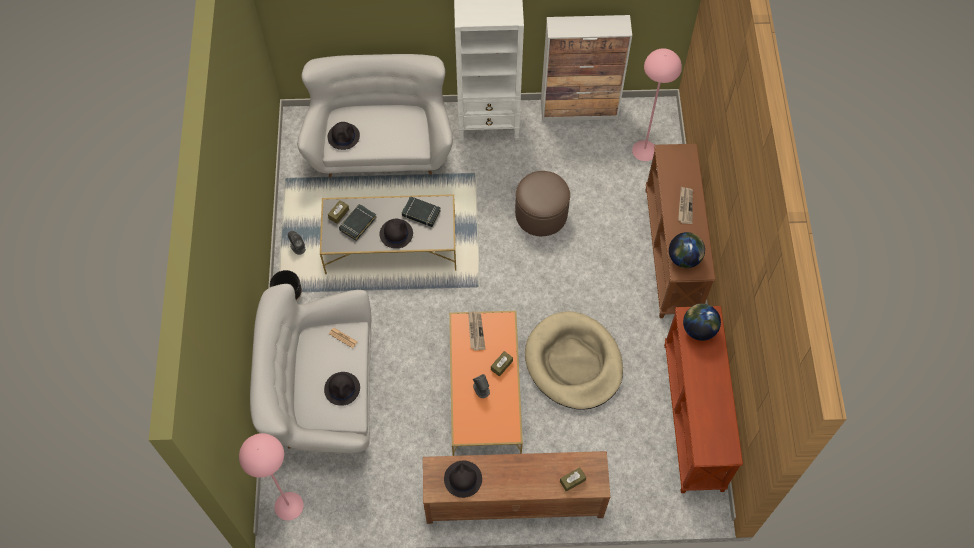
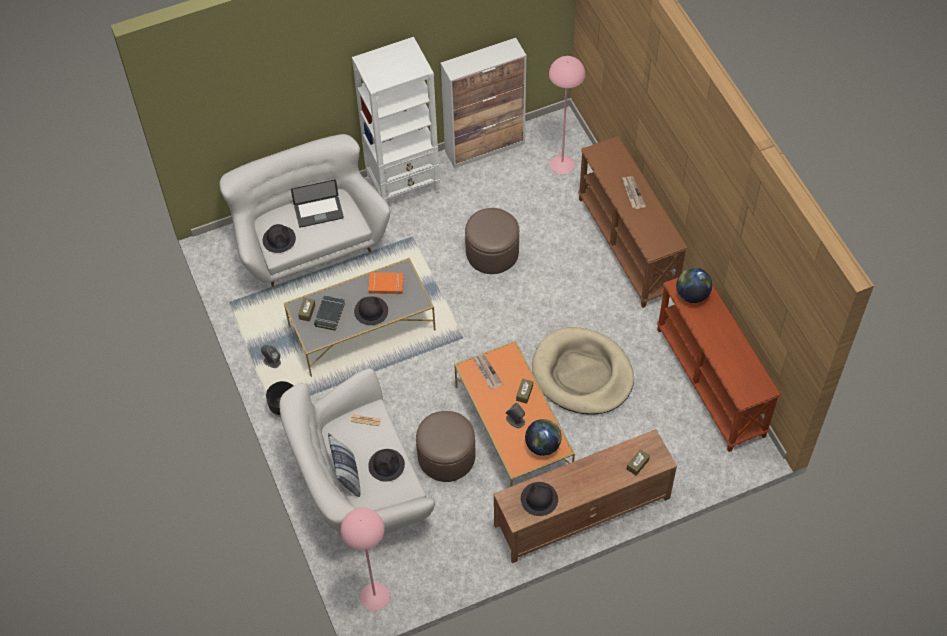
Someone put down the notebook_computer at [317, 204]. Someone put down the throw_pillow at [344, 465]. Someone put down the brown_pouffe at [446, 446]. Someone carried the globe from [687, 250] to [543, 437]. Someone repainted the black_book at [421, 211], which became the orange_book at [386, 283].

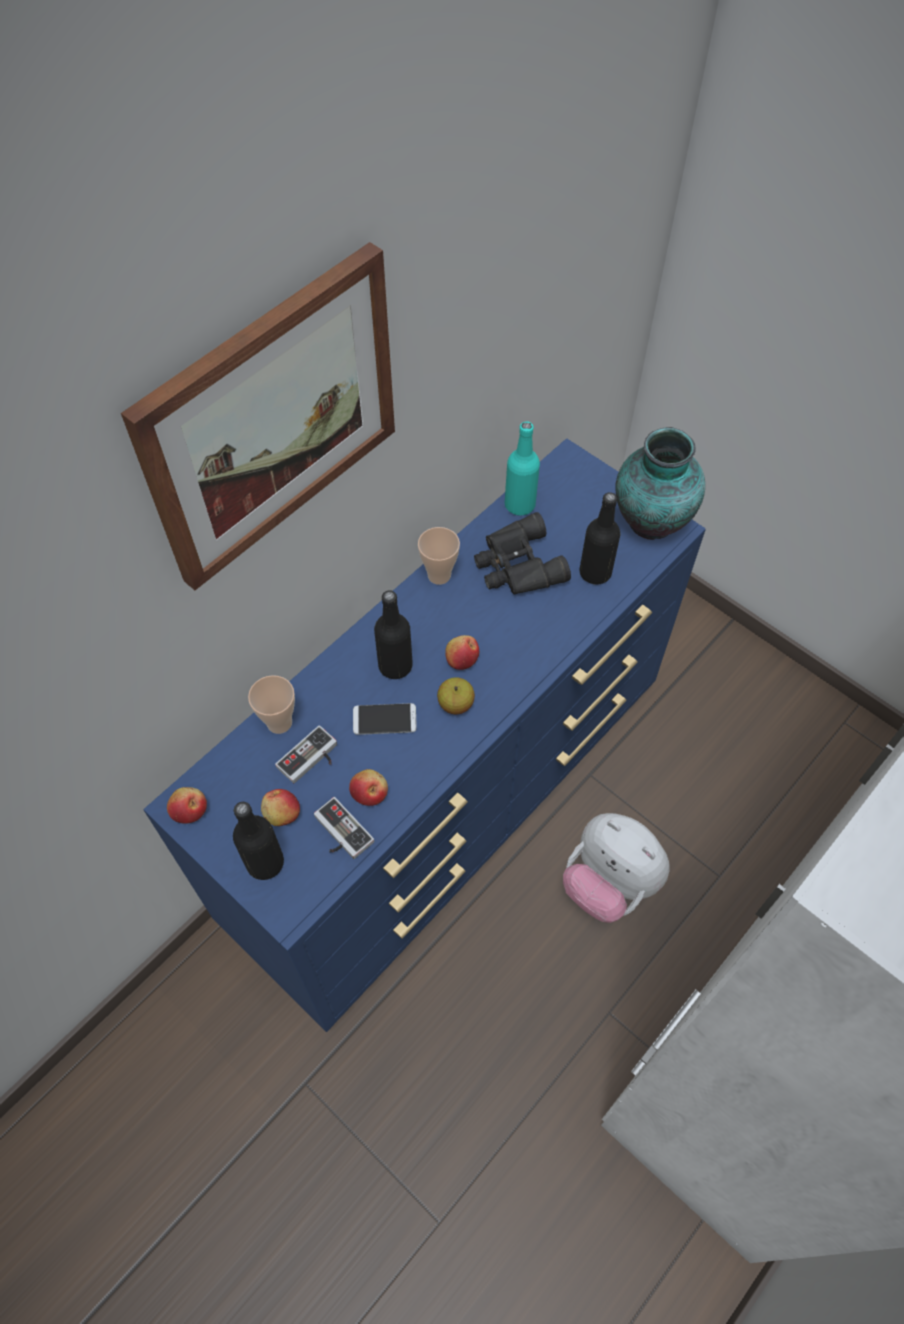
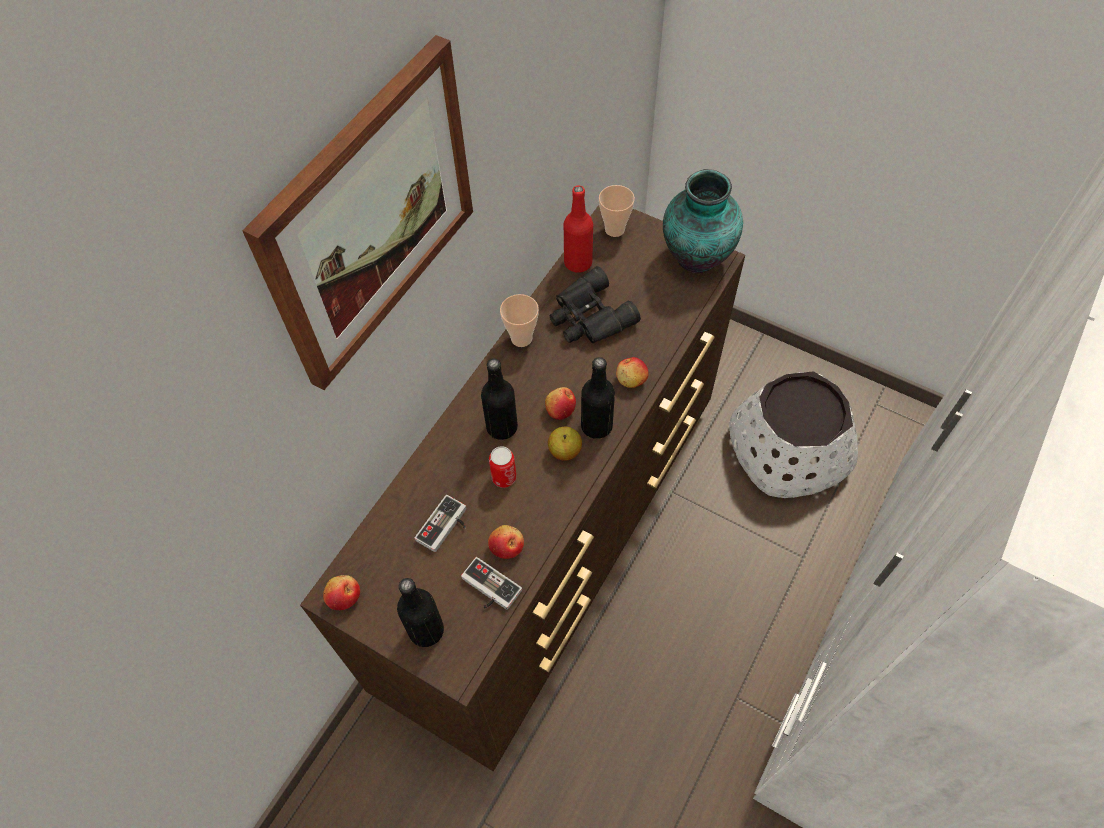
Someone took away the soft_toy at [616, 868]. Someone put down the whitish_planter at [793, 434]. Someone carried the drinking_cup from [271, 704] to [617, 211]. Someone carried the apple from [280, 807] to [632, 372]. Someone carried the black_beverage_bottle from [600, 538] to [598, 398]. Someone swapped the handset at [385, 719] for the can at [503, 467]. Someone repainted the blue-coloured_dresser at [424, 735], which became the brown_dresser at [522, 488]. Someone repainted the turquoise-coloured_beverage_bottle at [522, 468], which became the red_beverage_bottle at [578, 229].

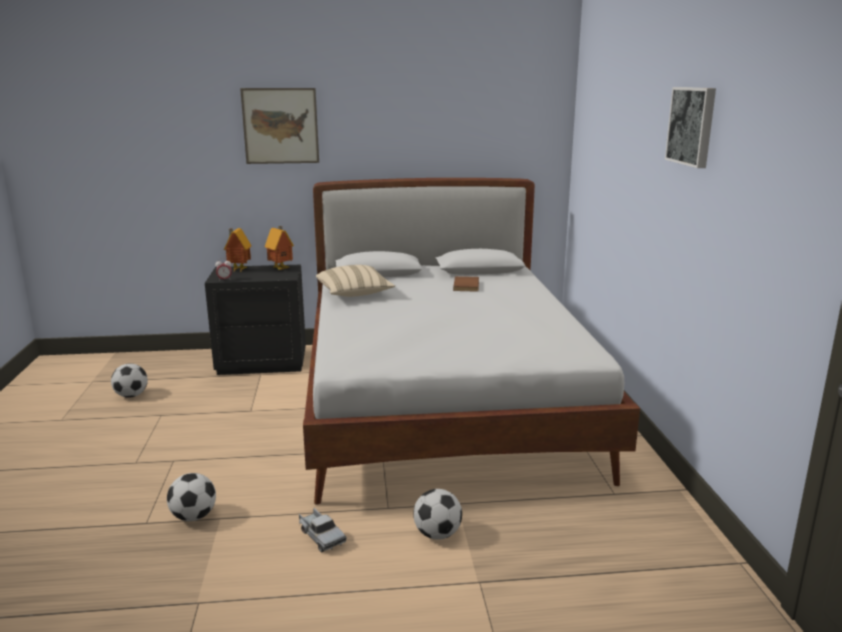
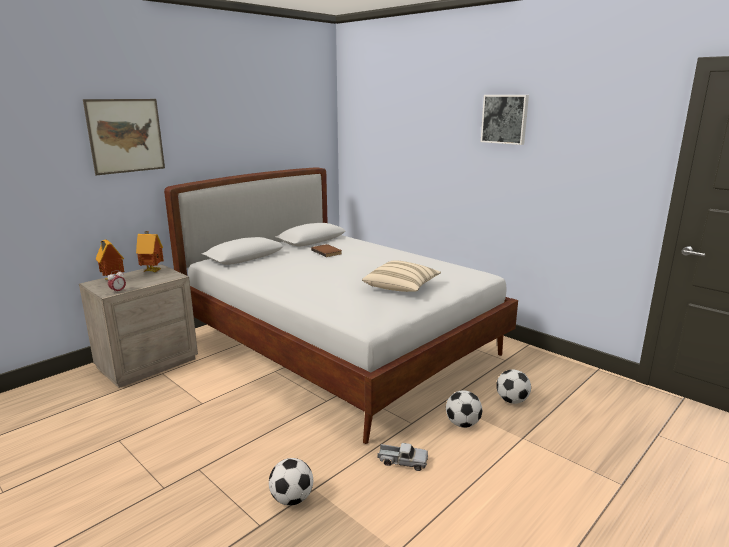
Someone carried the ball_for_football from [129, 380] to [513, 386]. Someone carried the sand-coloured_throw_pillow from [355, 281] to [401, 276]. Someone repainted the black_nightstand at [255, 320], which became the sand-coloured_nightstand at [138, 326].

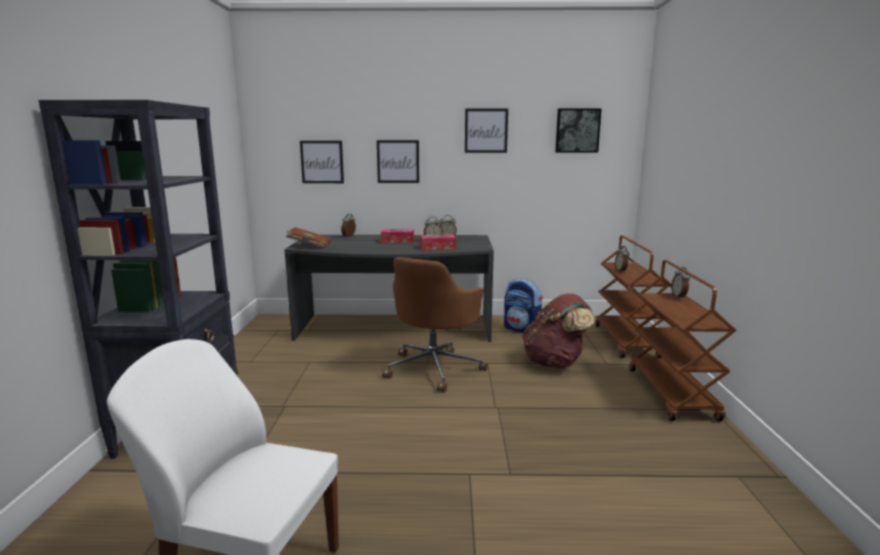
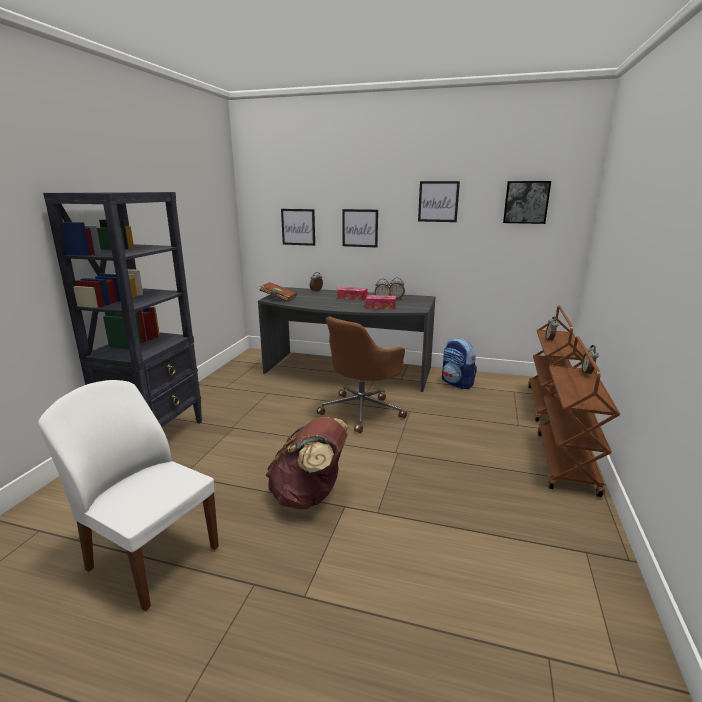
Someone carried the brown_knapsack from [558, 331] to [307, 463].

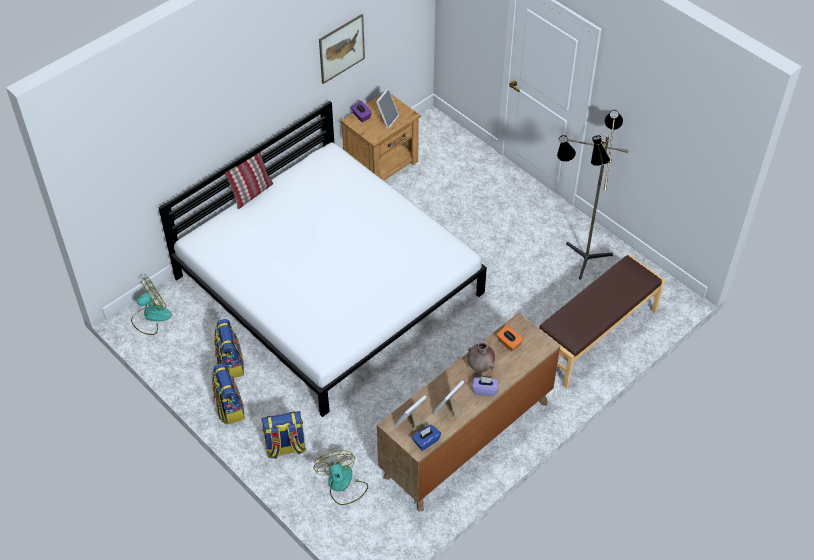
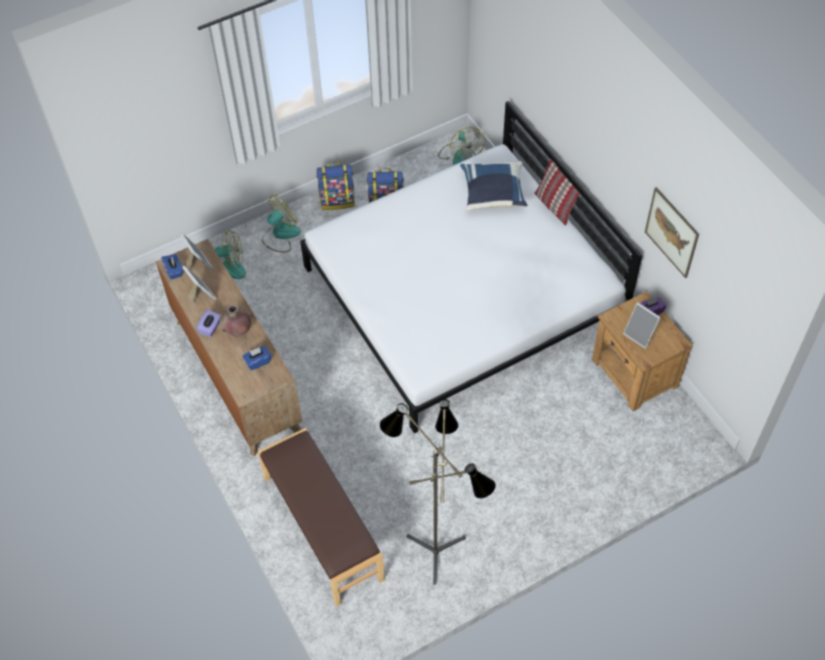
Someone put down the blue-coloured_throw_pillow at [493, 186]. Someone swapped the knapsack at [283, 435] for the cooling_fan at [281, 223]. Someone repainted the orange_box_of_tissues at [510, 338], which became the blue-coloured_box_of_tissues at [257, 358].

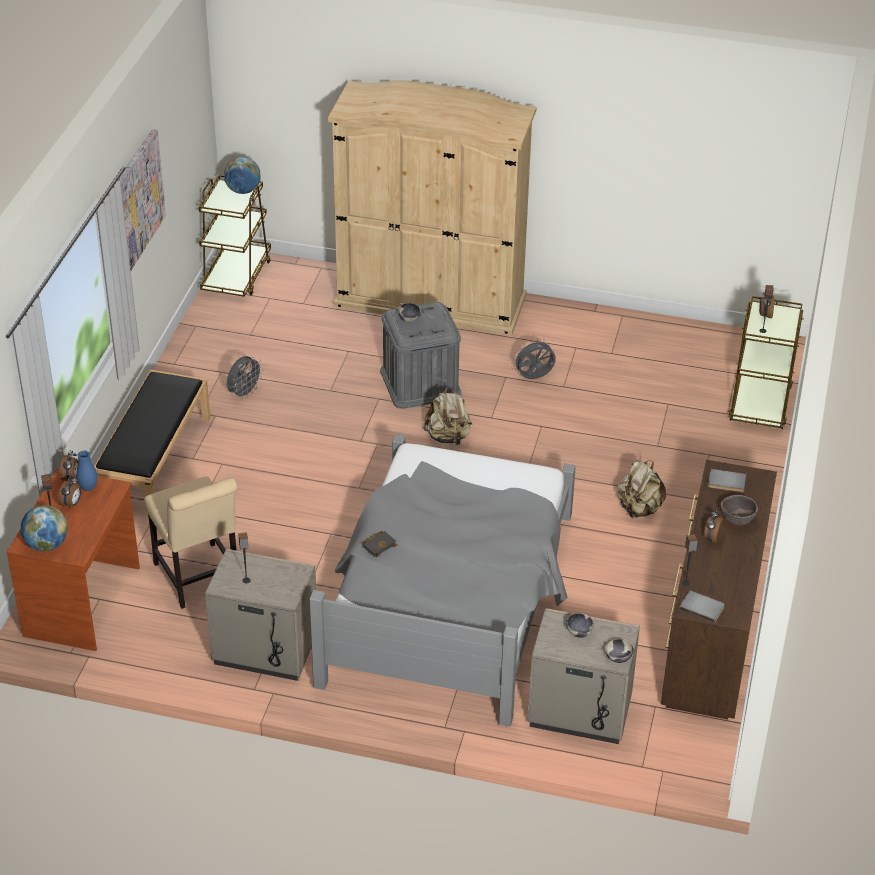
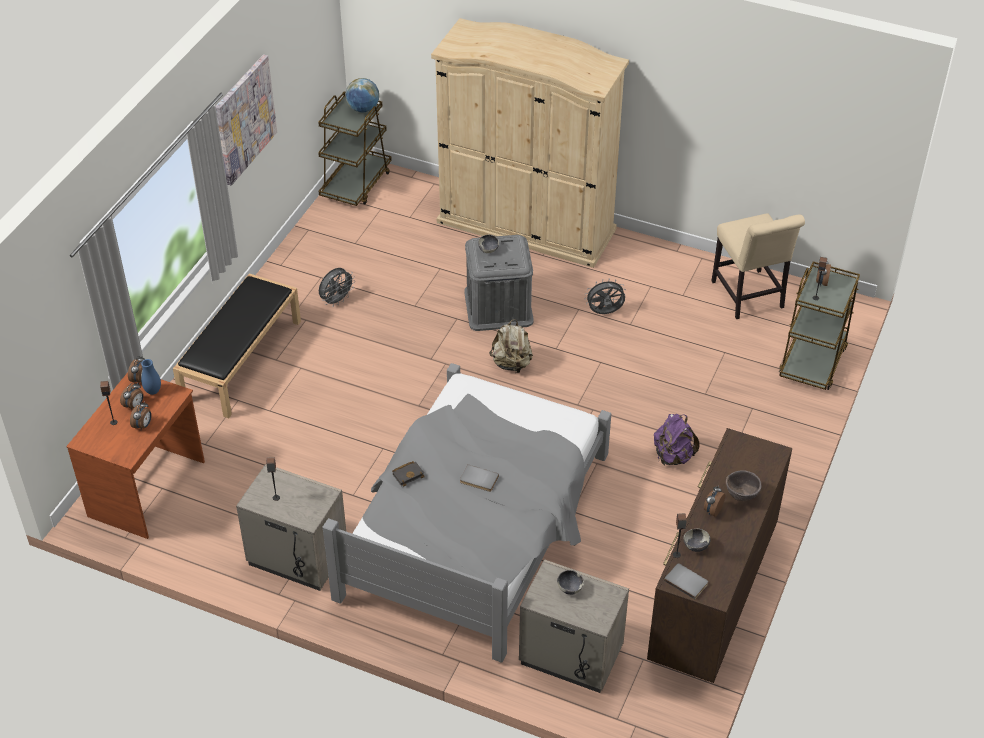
Someone took away the globe at [44, 528]. Someone put down the table_clock at [140, 416]. Someone carried the sand-coloured_chair from [190, 542] to [758, 266]. Someone carried the serving_bowl from [619, 651] to [697, 540]. Someone carried the gray_book from [727, 480] to [479, 478]. Someone repainted the sand-coloured_knapsack at [641, 489], which became the purple-coloured_knapsack at [676, 439].

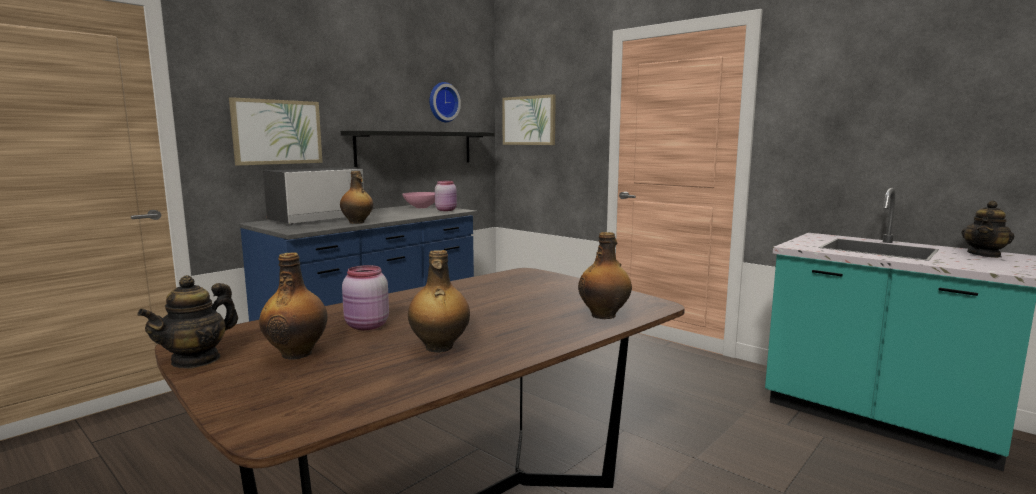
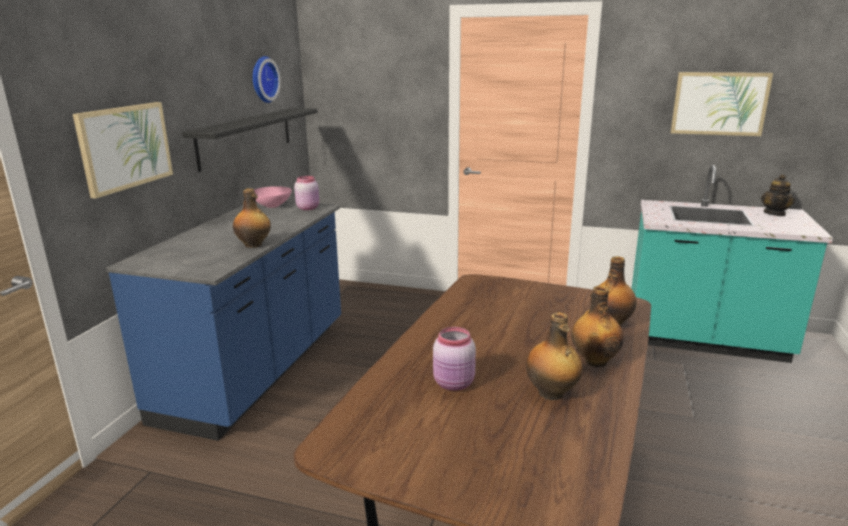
Someone took away the pot_for_tea at [187, 322]. Someone took away the kitchen_microwave at [313, 195]. Someone carried the beverage_bottle from [293, 306] to [597, 326]. Someone carried the wall_art from [529, 119] to [721, 104].

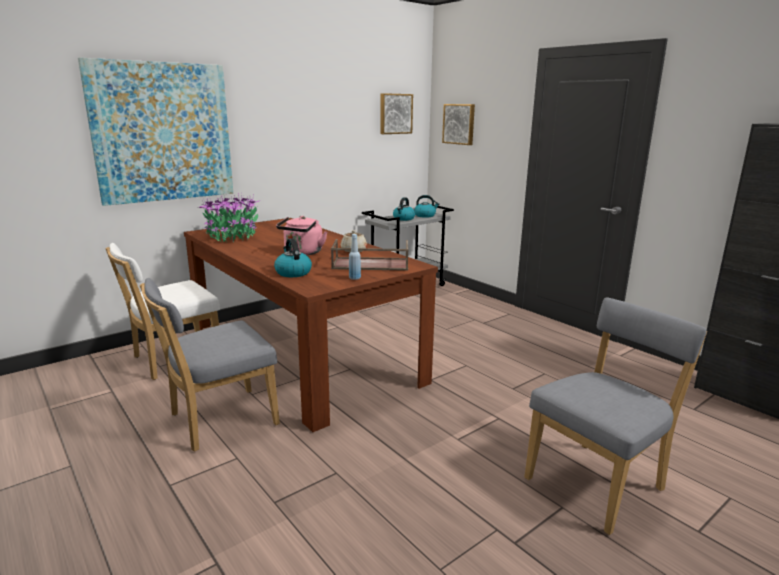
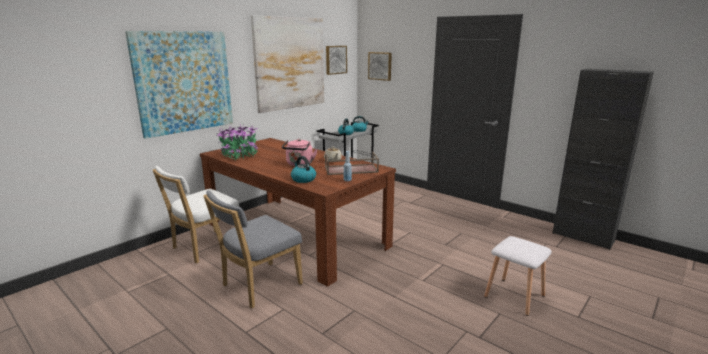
Someone put up the wall_art at [287, 64]. Someone swapped the gray_chair at [615, 416] for the whitish_sitting_stool at [518, 276].

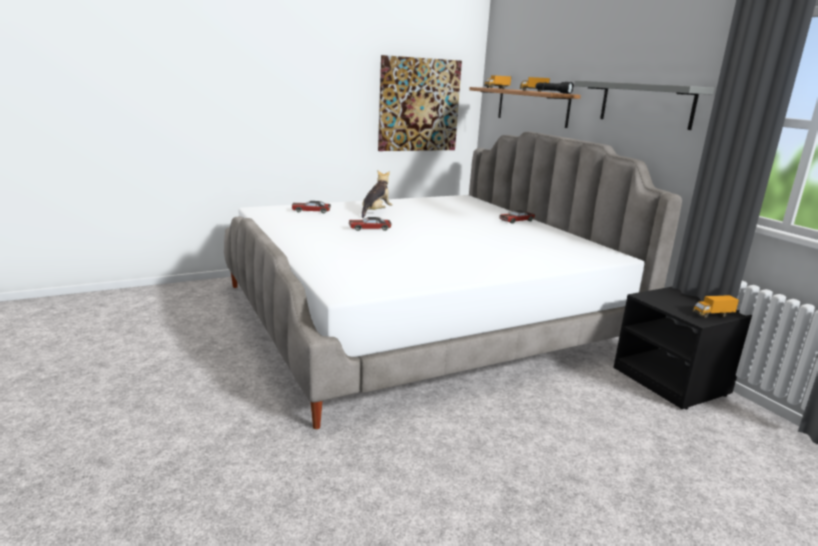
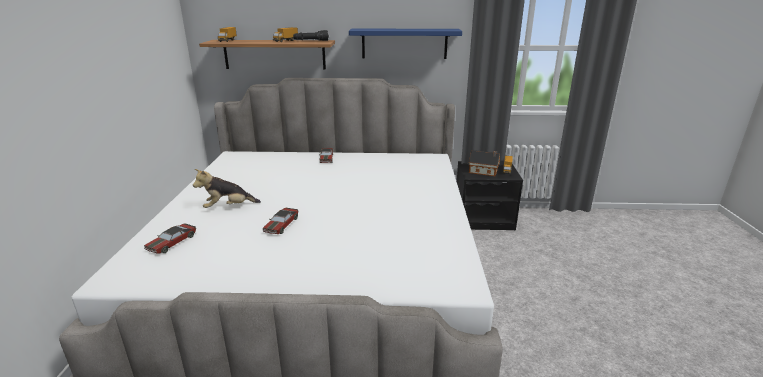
Someone took away the wall_art at [420, 103]. Someone put down the toy_house at [484, 163]. Someone repainted the gray_shelf at [644, 105], which became the blue-coloured_shelf at [405, 44]. Someone rotated the soft_toy at [377, 194] by 75 degrees counterclockwise.

